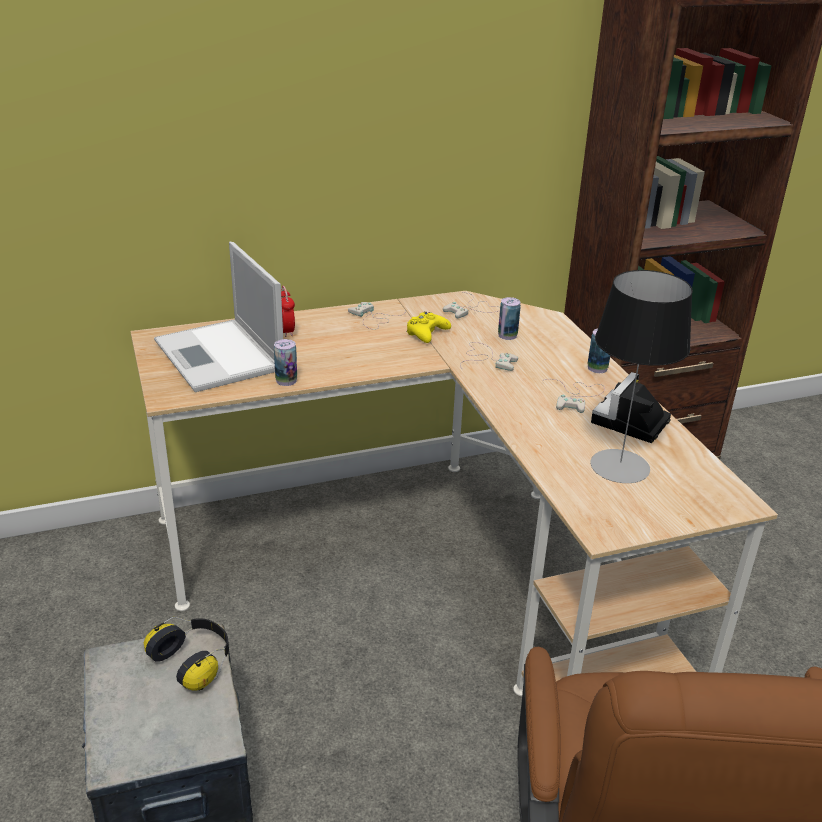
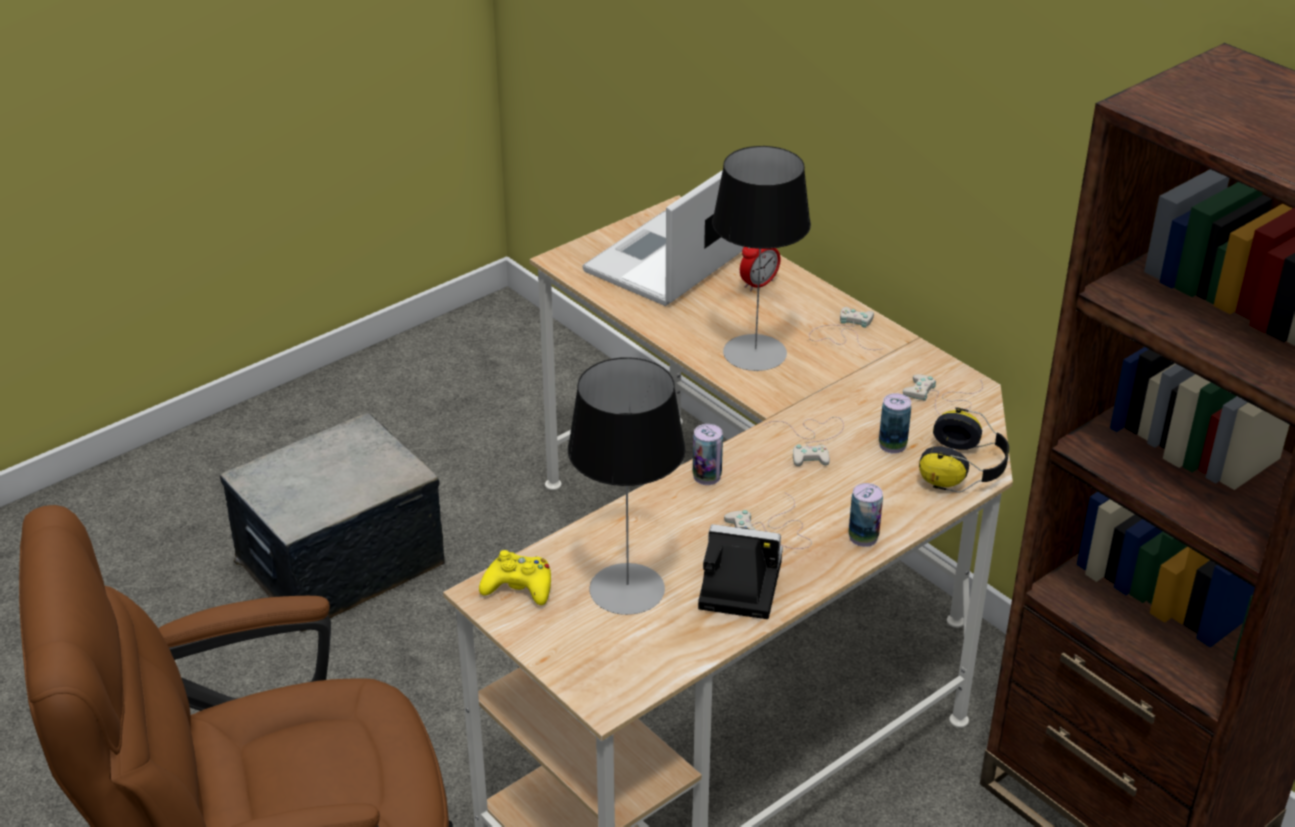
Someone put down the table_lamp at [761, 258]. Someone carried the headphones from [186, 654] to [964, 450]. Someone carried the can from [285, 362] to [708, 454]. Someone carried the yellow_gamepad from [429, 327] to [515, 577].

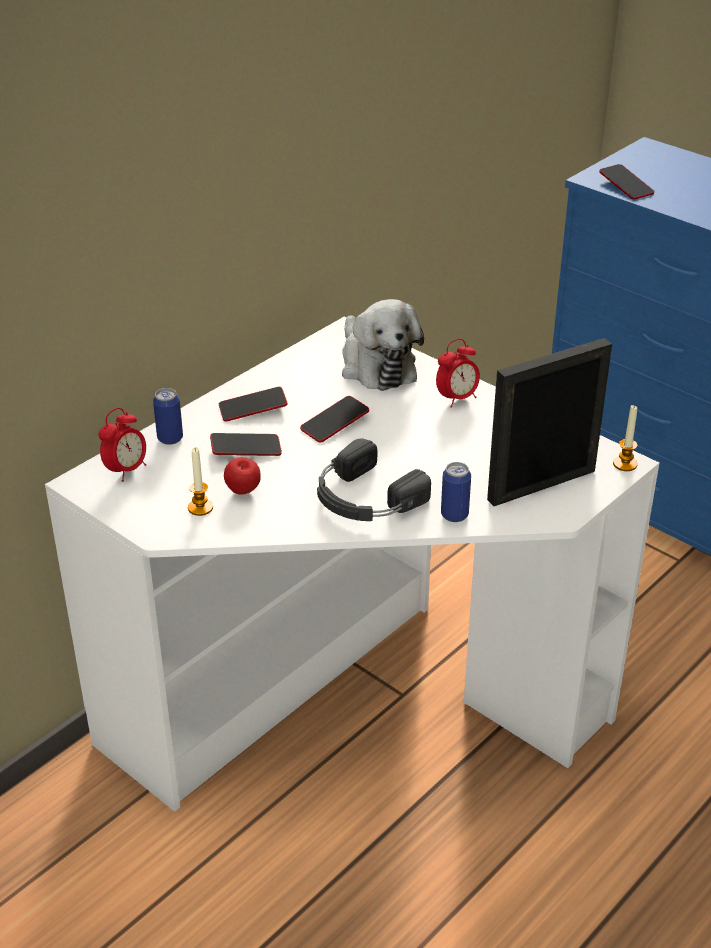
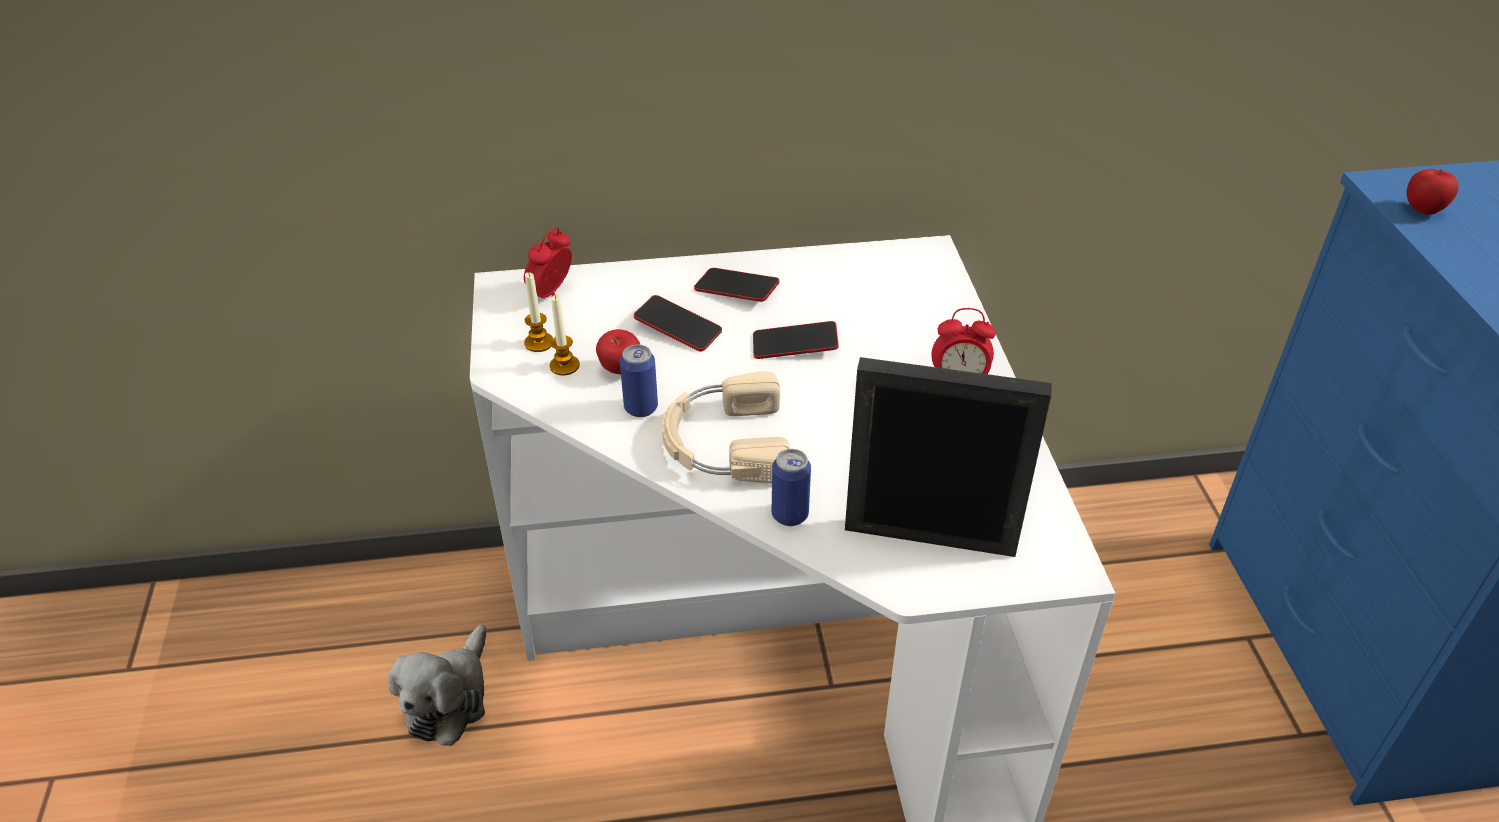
Someone carried the can from [168, 416] to [639, 380]. Someone carried the soft_toy from [383, 345] to [437, 685]. Someone carried the candle from [625, 438] to [538, 312]. Someone swapped the handset at [626, 181] for the apple at [1433, 192]. Someone repainted the black_headphones at [374, 479], which became the sand-coloured_headphones at [726, 427]. Someone rotated the table_clock at [122, 445] by 135 degrees clockwise.

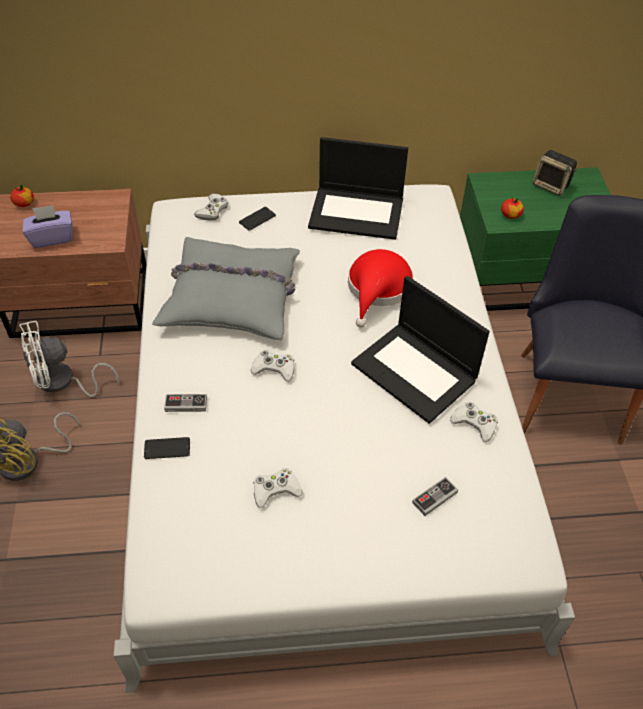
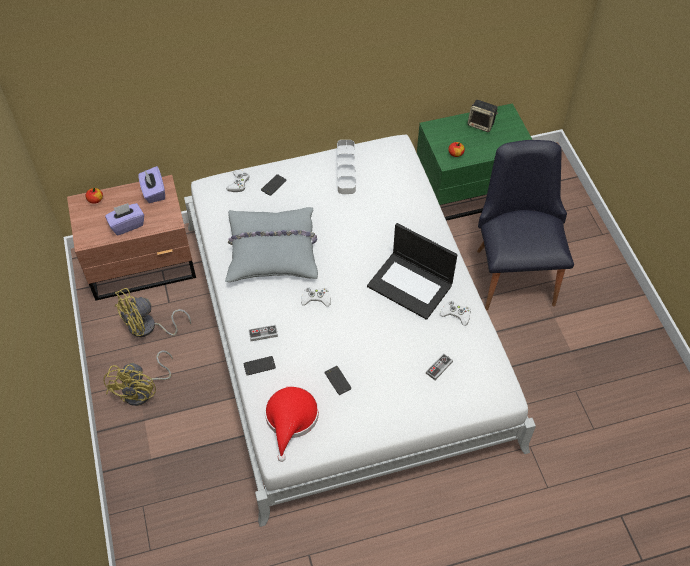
Someone put down the purple-coloured_box_of_tissues at [151, 184]. Someone carried the red_hat from [381, 288] to [292, 424]. Someone swapped the whitish_gamepad at [278, 488] for the handset at [338, 380]. Someone swapped the notebook_computer at [358, 188] for the gray_tray at [346, 167]. Someone repainted the whitish_cooling_fan at [69, 359], which became the yellow_cooling_fan at [153, 312].

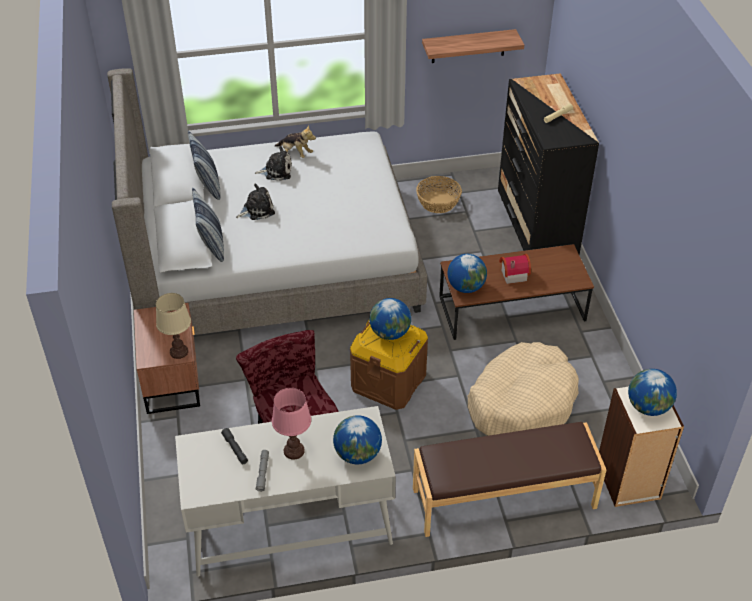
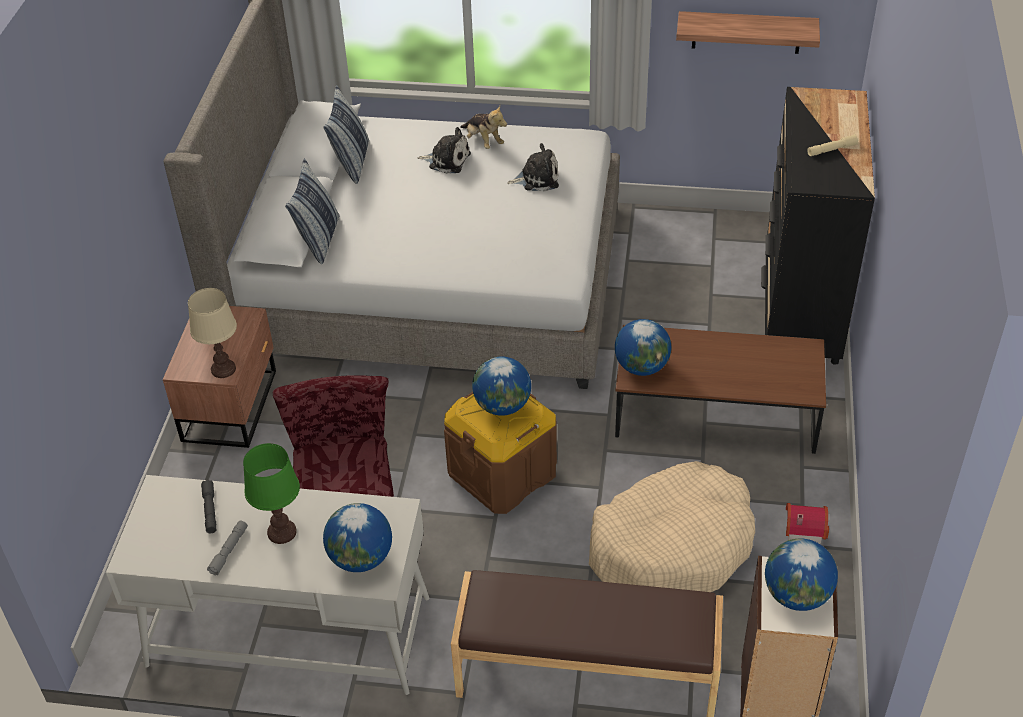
Someone took away the storage_basket at [439, 194]. Someone carried the soft_toy from [255, 202] to [533, 167]. Someone carried the toy_house from [515, 269] to [807, 523]. Someone repainted the pinkish_table_lamp at [291, 424], which became the green_table_lamp at [271, 493].

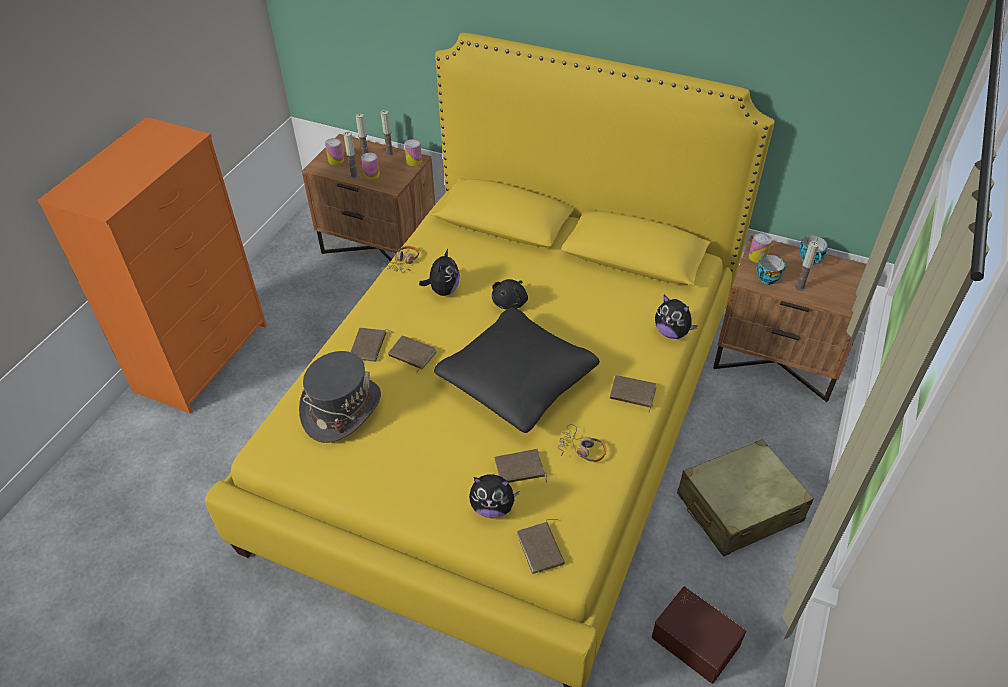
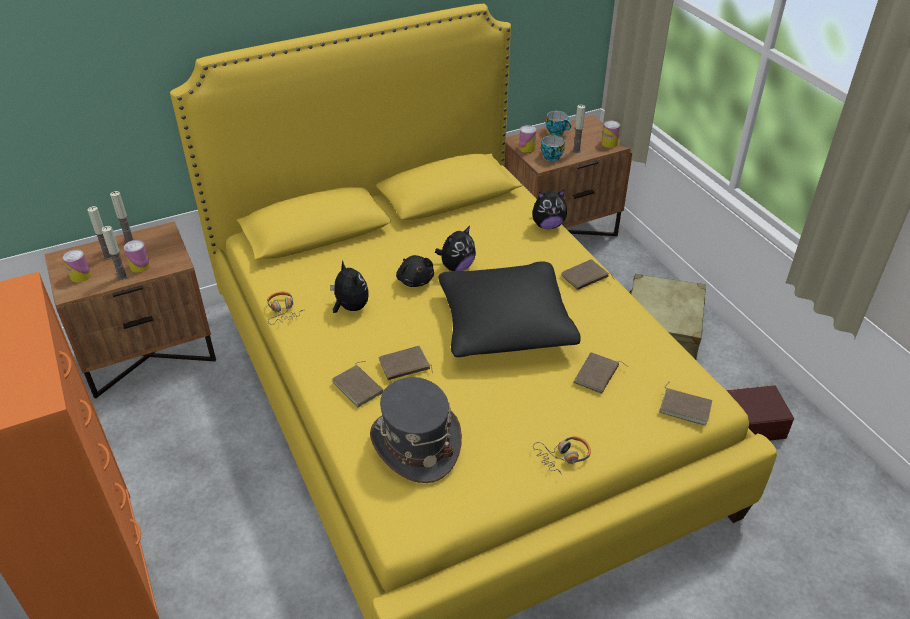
Someone carried the can from [413, 152] to [610, 134]. Someone carried the soft_toy from [494, 496] to [455, 248]. Someone carried the headphones from [582, 443] to [562, 455].

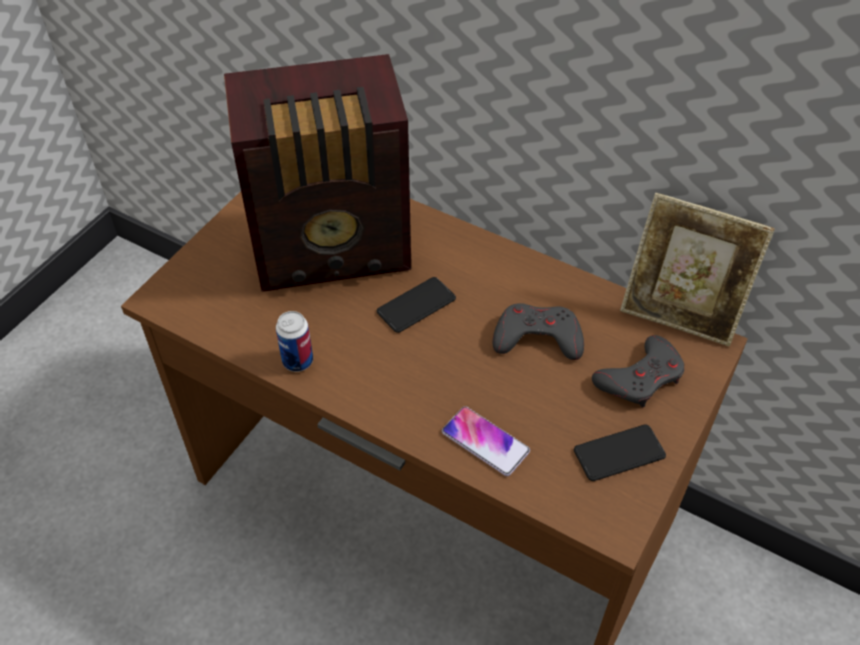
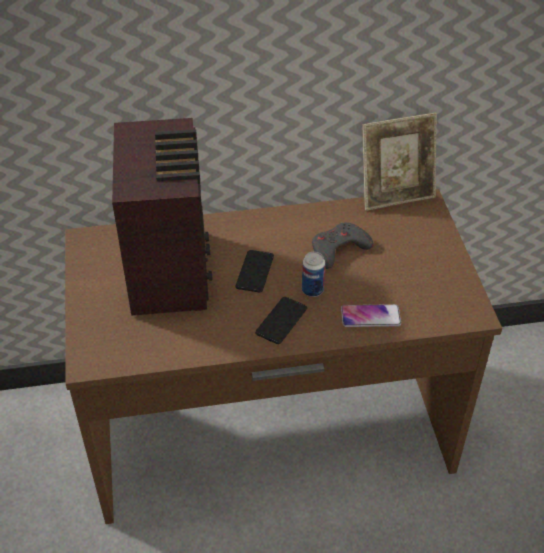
Someone took away the gray_gamepad at [638, 371]. Someone carried the can from [294, 341] to [314, 274]. Someone carried the handset from [620, 452] to [281, 320]. Someone rotated the radio_receiver at [317, 173] by 45 degrees counterclockwise.

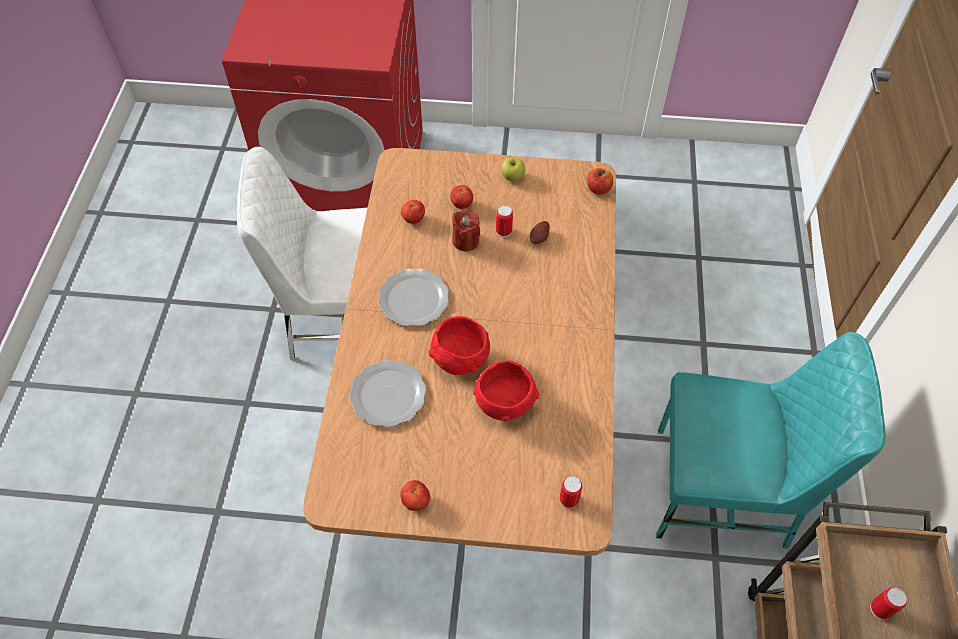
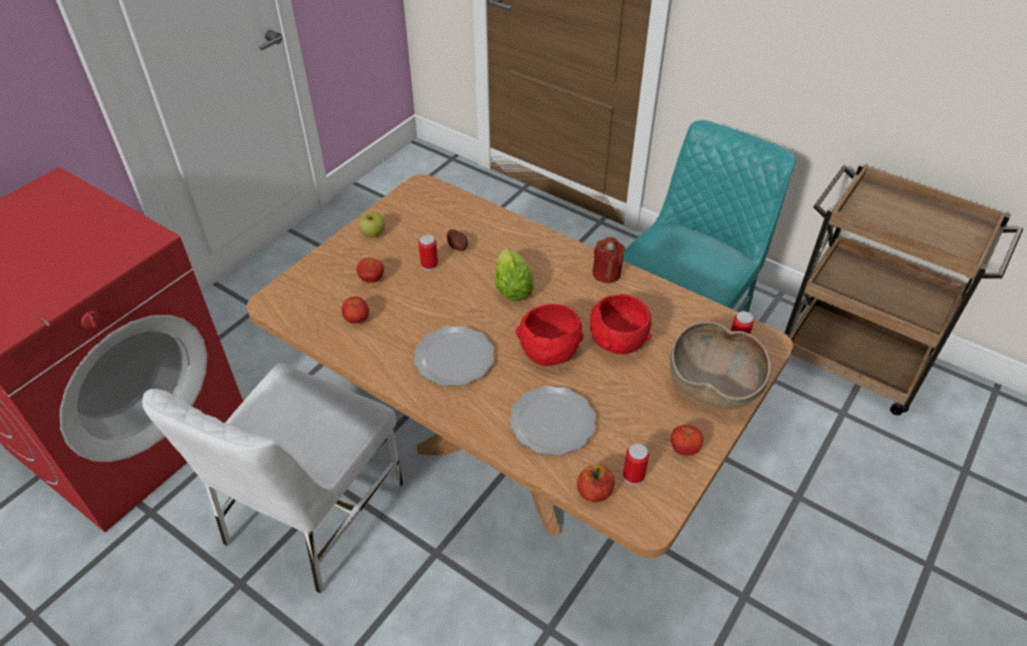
Someone put down the lettuce at [514, 274]. Someone put down the brown_serving_bowl at [720, 365]. Someone carried the red_candle from [466, 230] to [608, 260]. Someone carried the apple from [600, 181] to [596, 483]. Someone carried the can from [888, 603] to [636, 464].

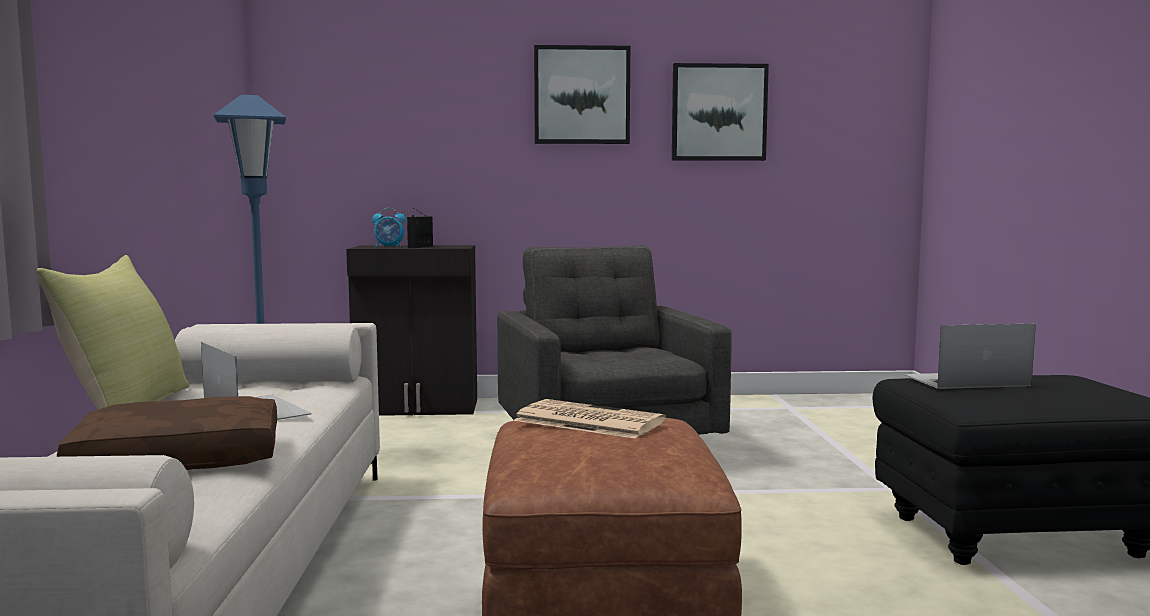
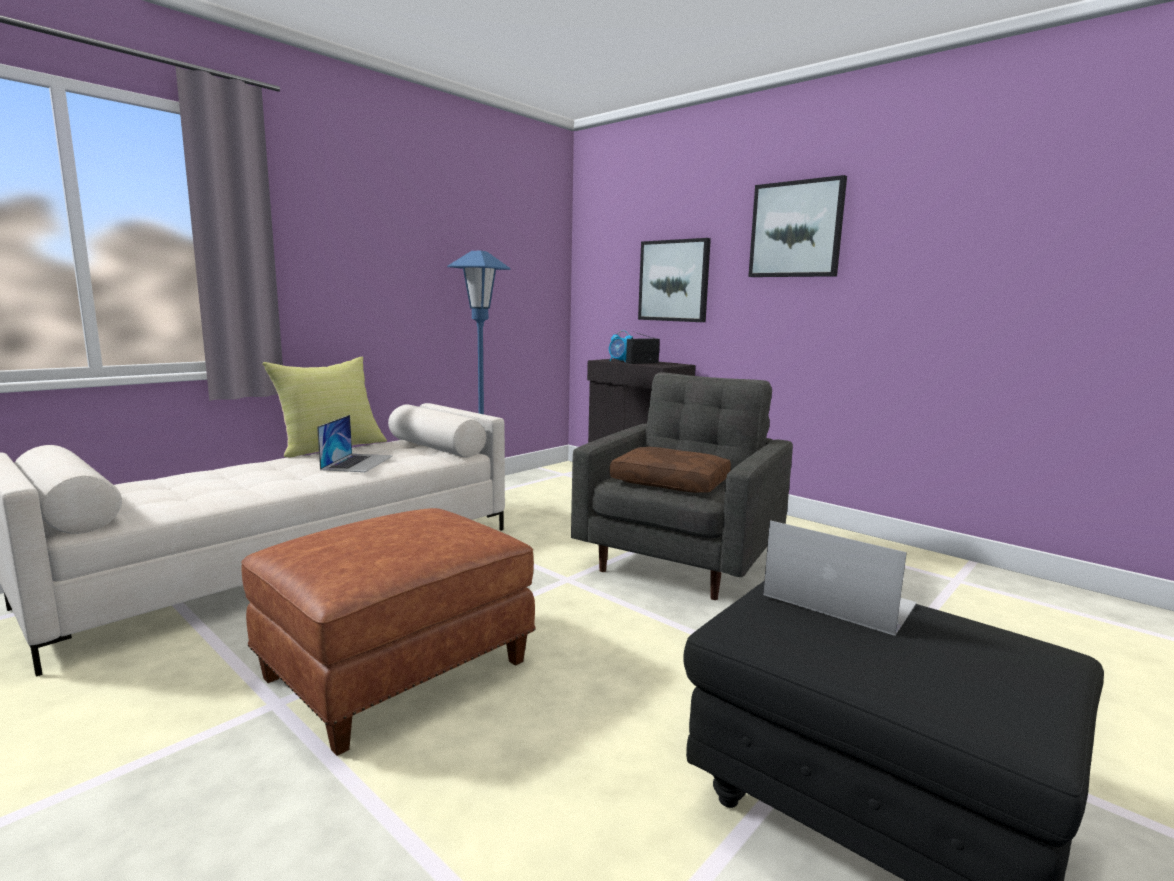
Someone took away the printed_paper at [589, 419]. Someone carried the brown_throw_pillow from [167, 433] to [670, 470]. Someone carried the wall_art from [720, 112] to [674, 280].

